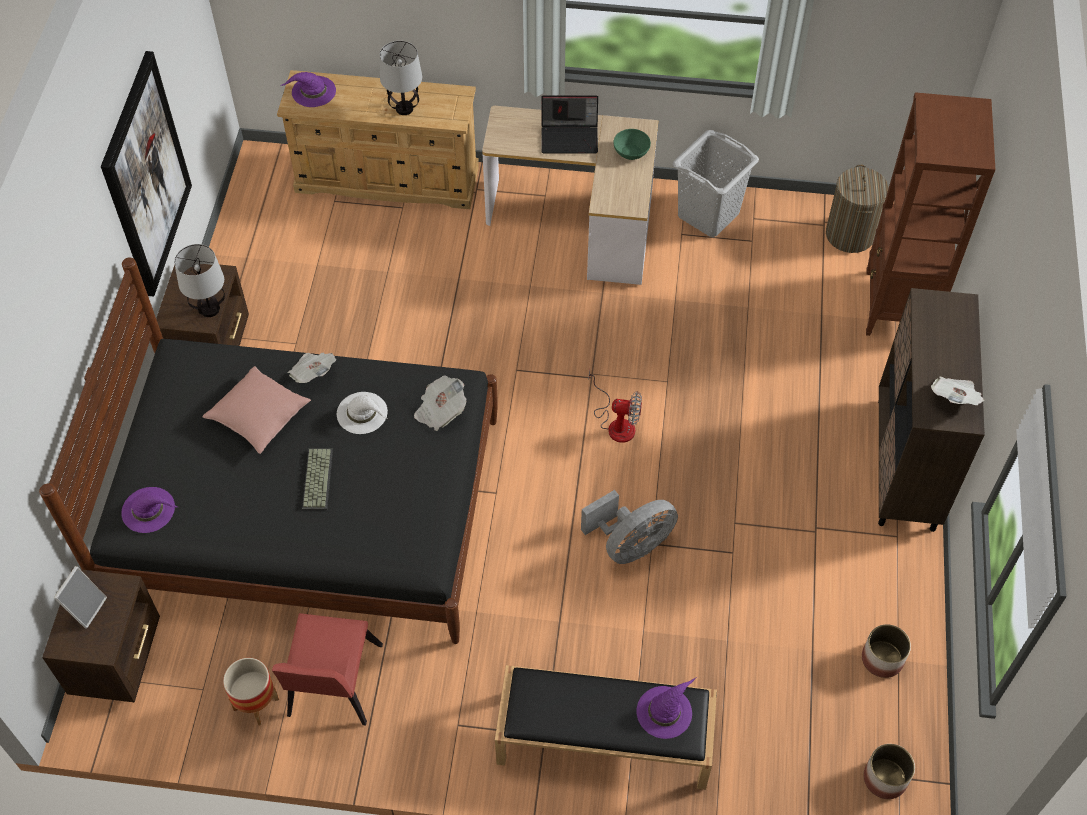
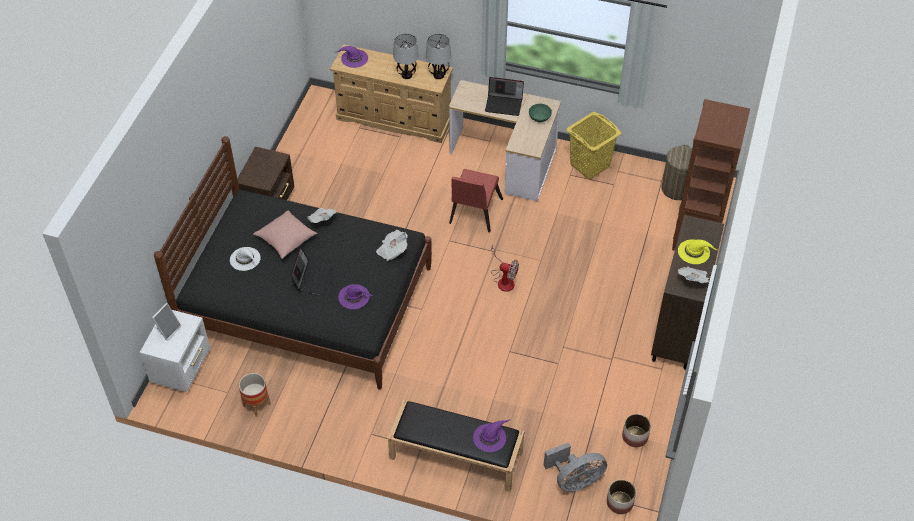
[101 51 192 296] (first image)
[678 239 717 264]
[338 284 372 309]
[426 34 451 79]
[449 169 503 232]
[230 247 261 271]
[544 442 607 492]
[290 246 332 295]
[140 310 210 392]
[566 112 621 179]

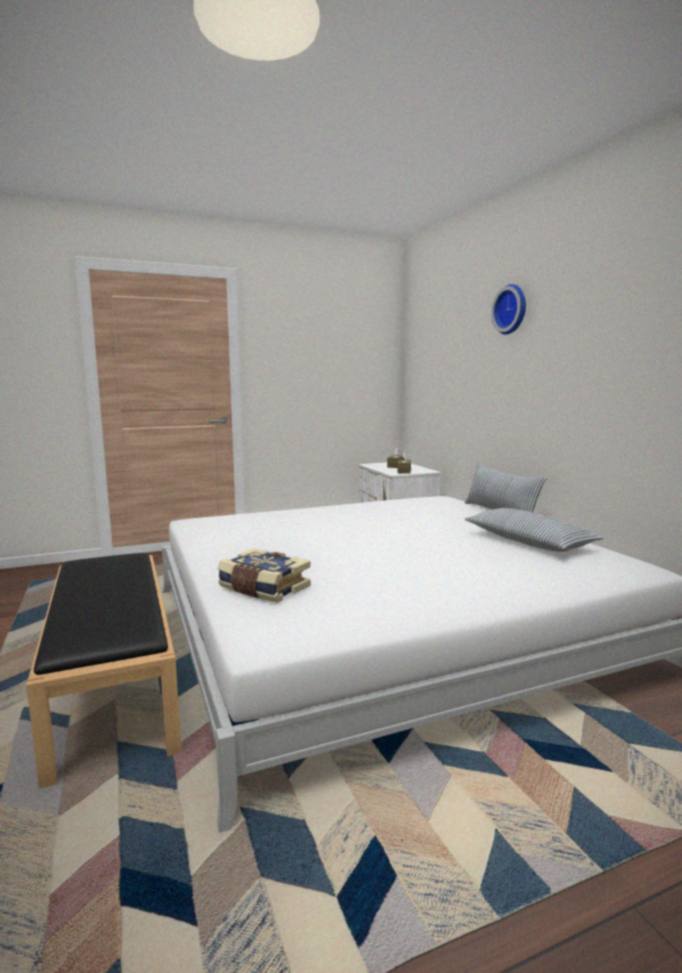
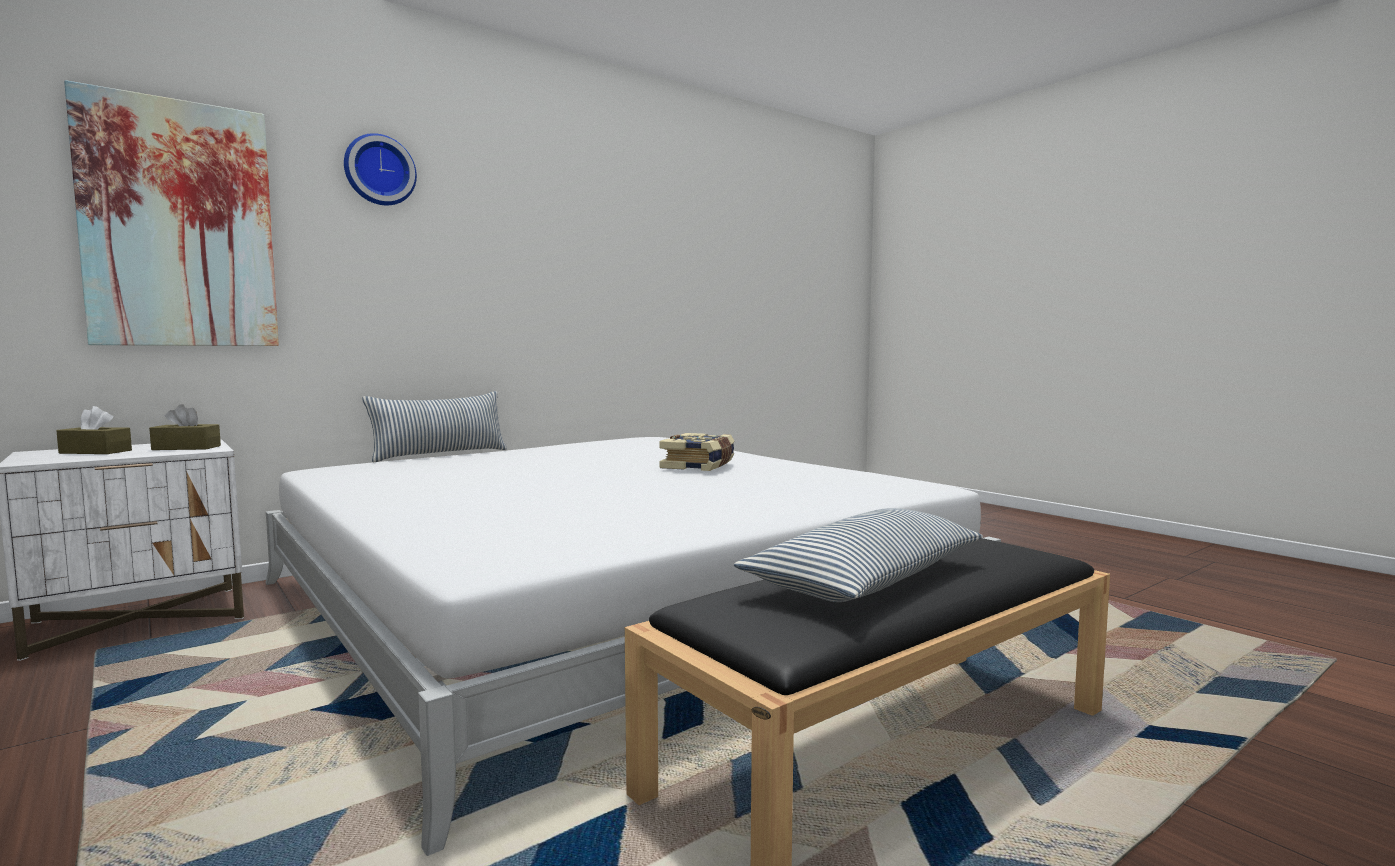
[64 80 279 346]
[659 433 734 471]
[734 508 983 602]

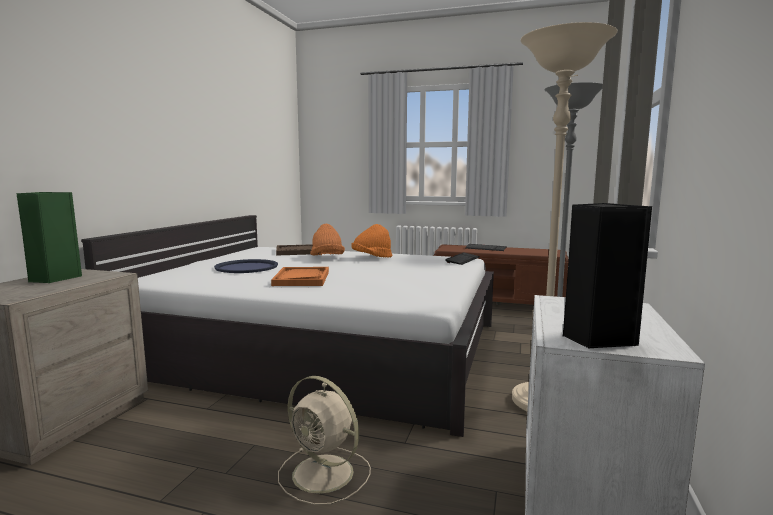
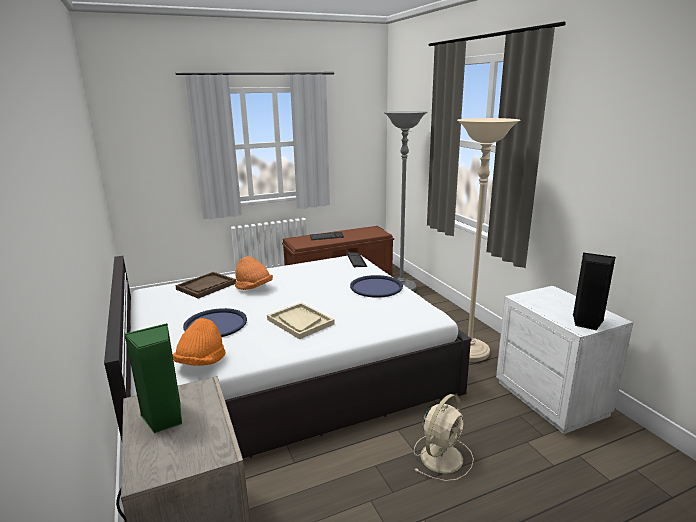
[350 275 403 298]
[172 318 226 366]
[267 303 335 339]
[414 394 474 481]

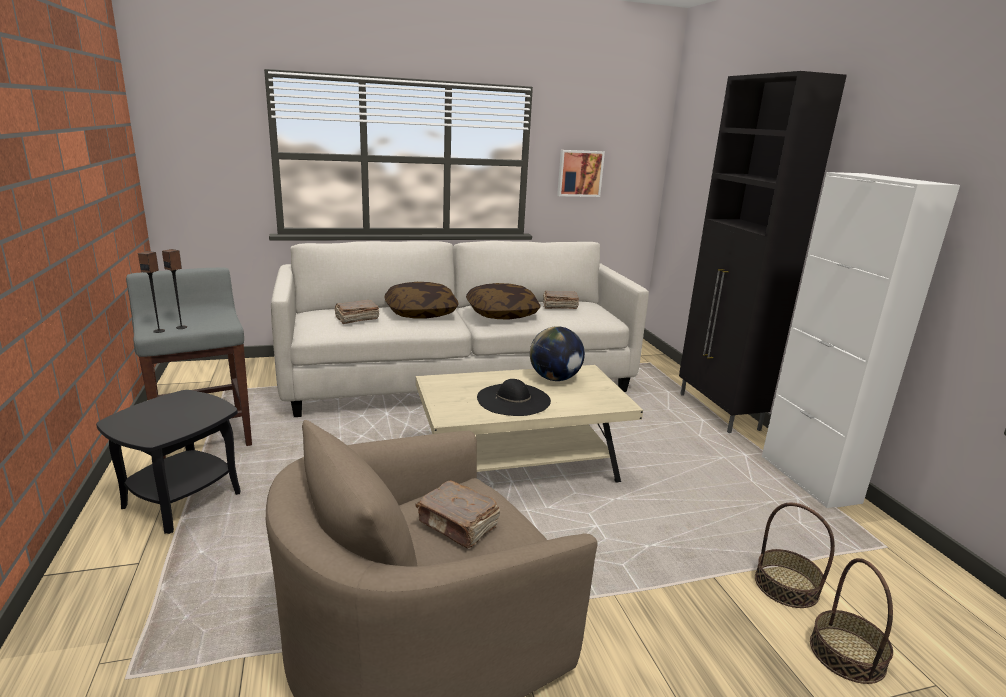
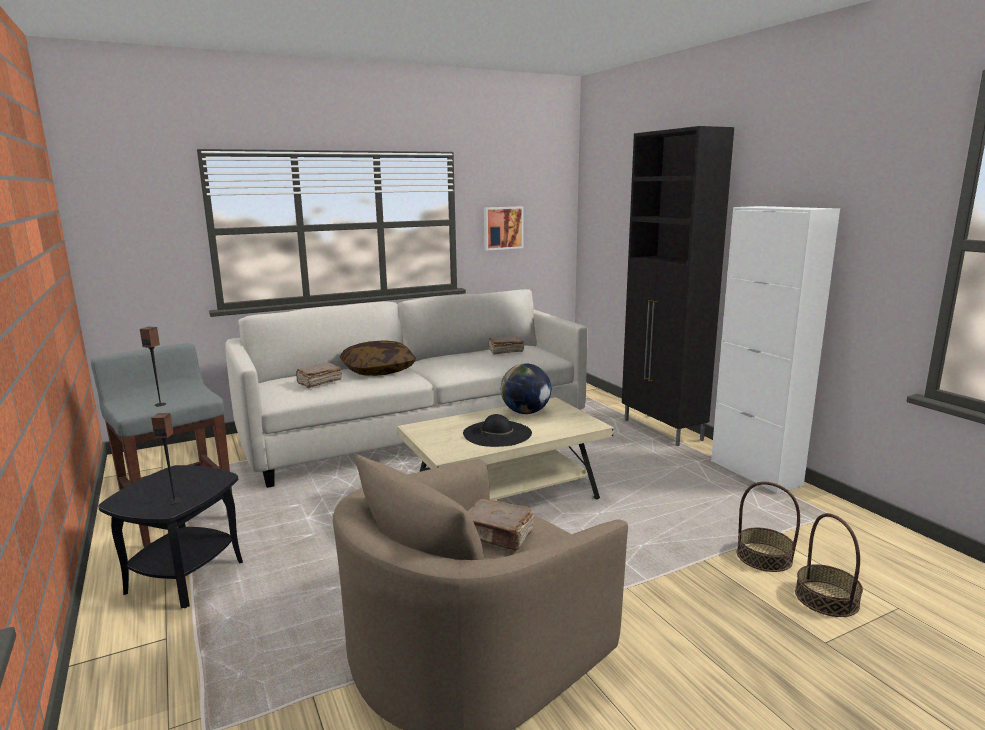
[466 283 540 319] (first image)
[151 413 181 504]

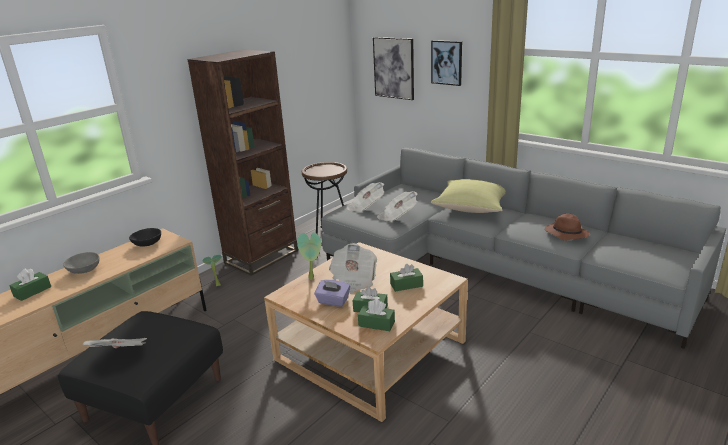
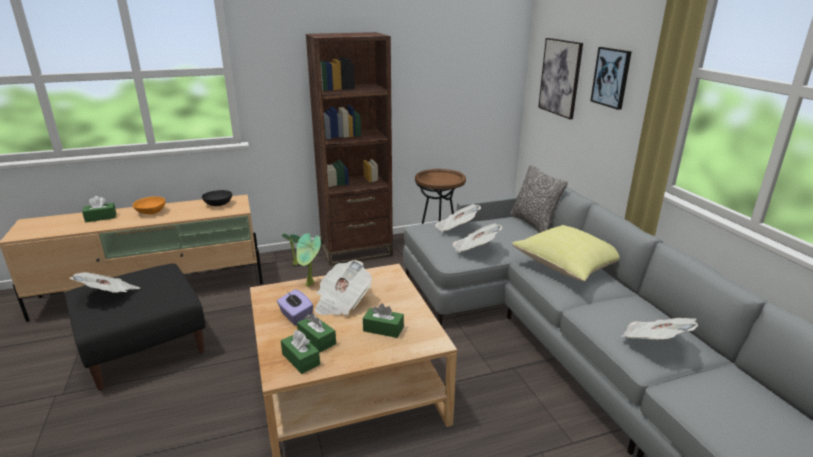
[510 164 568 233]
[621 318 698 339]
[132 196 165 214]

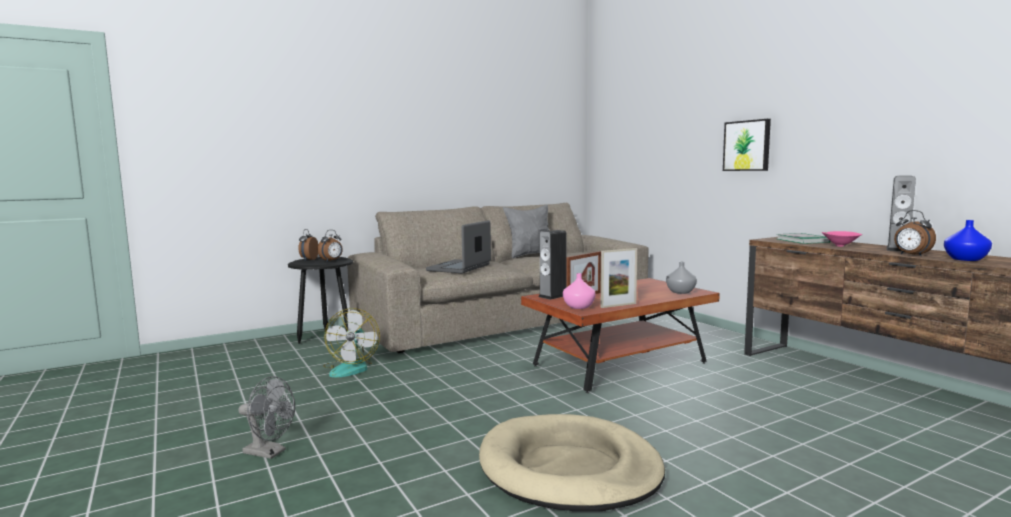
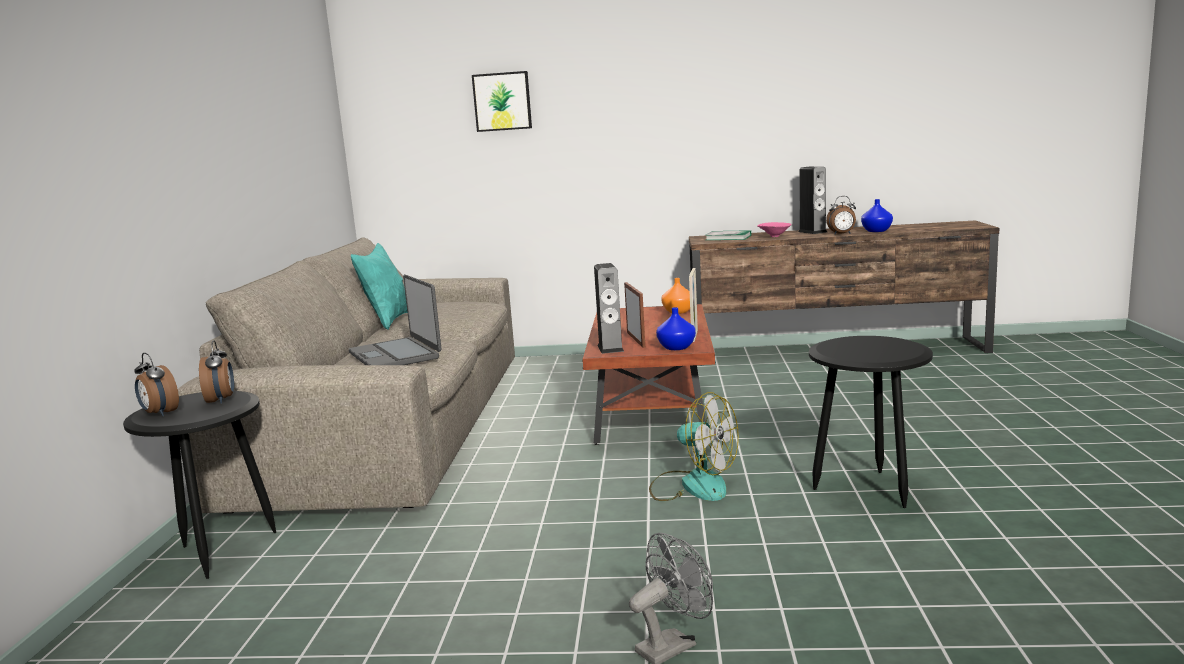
[649 392 739 501]
[472 71 532 132]
[809 336 933 508]
[351 243 408 330]
[656 307 696 350]
[661 278 690 314]

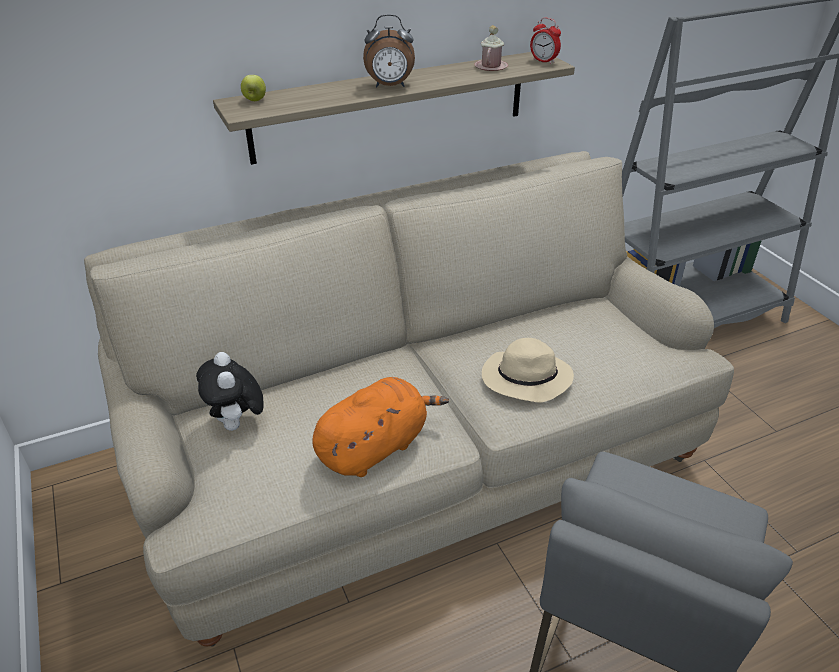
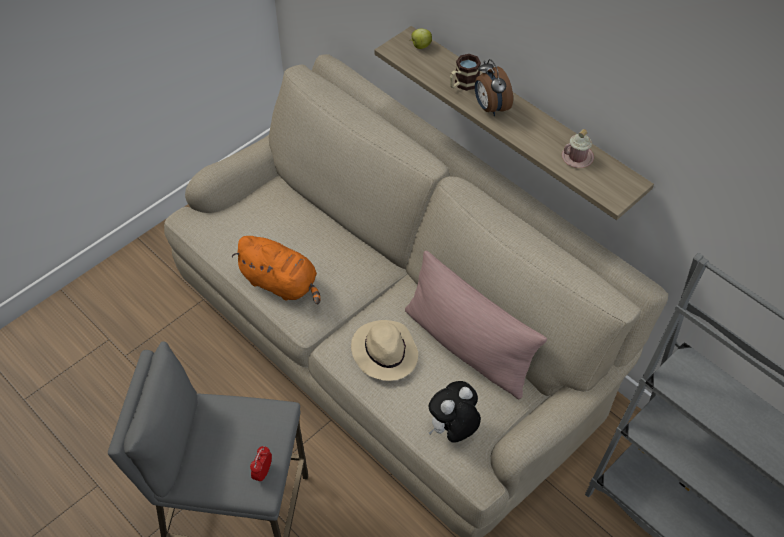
[405 251 547 399]
[450 54 481 91]
[429 381 481 443]
[250 446 272 482]

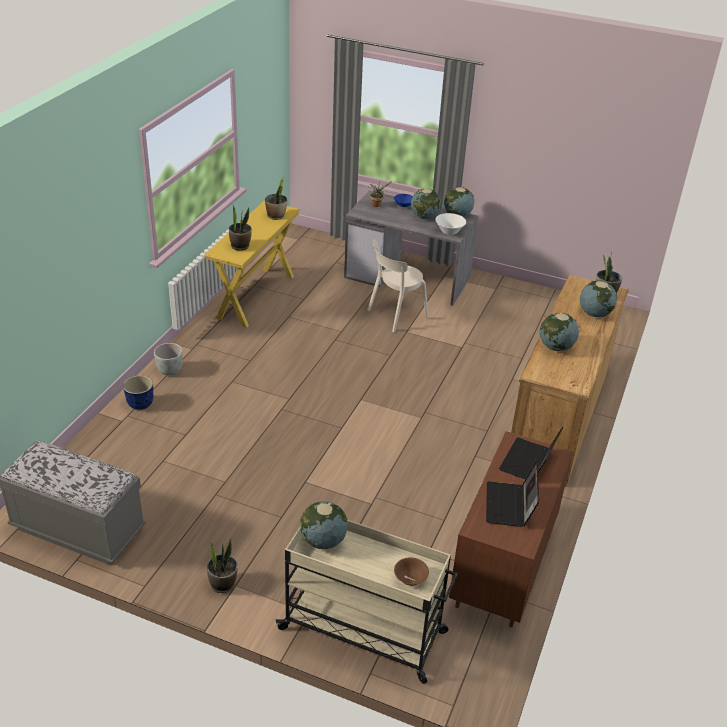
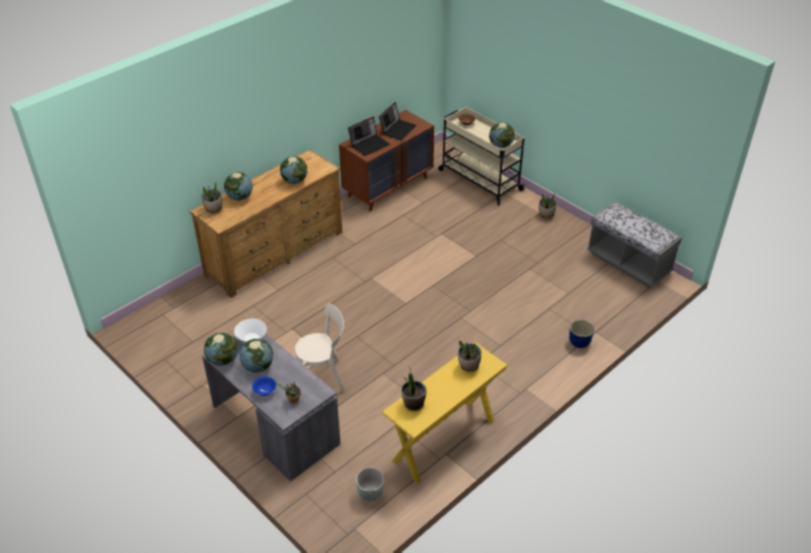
[356 467 384 501]

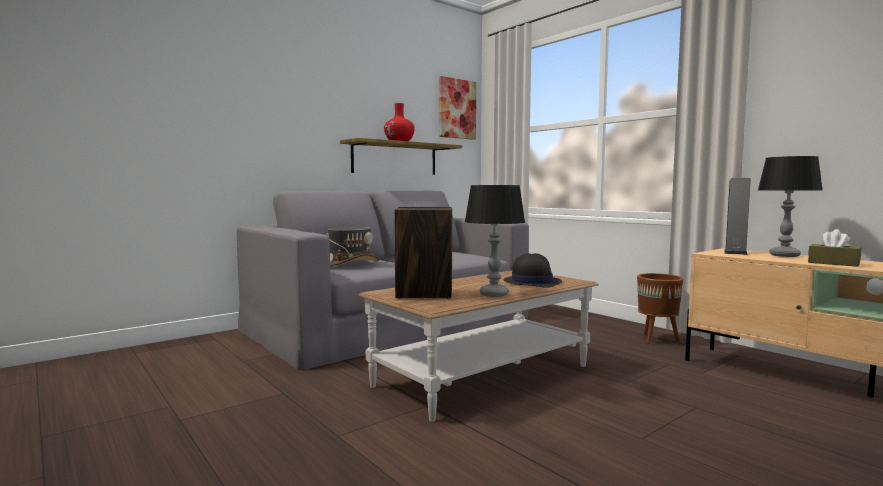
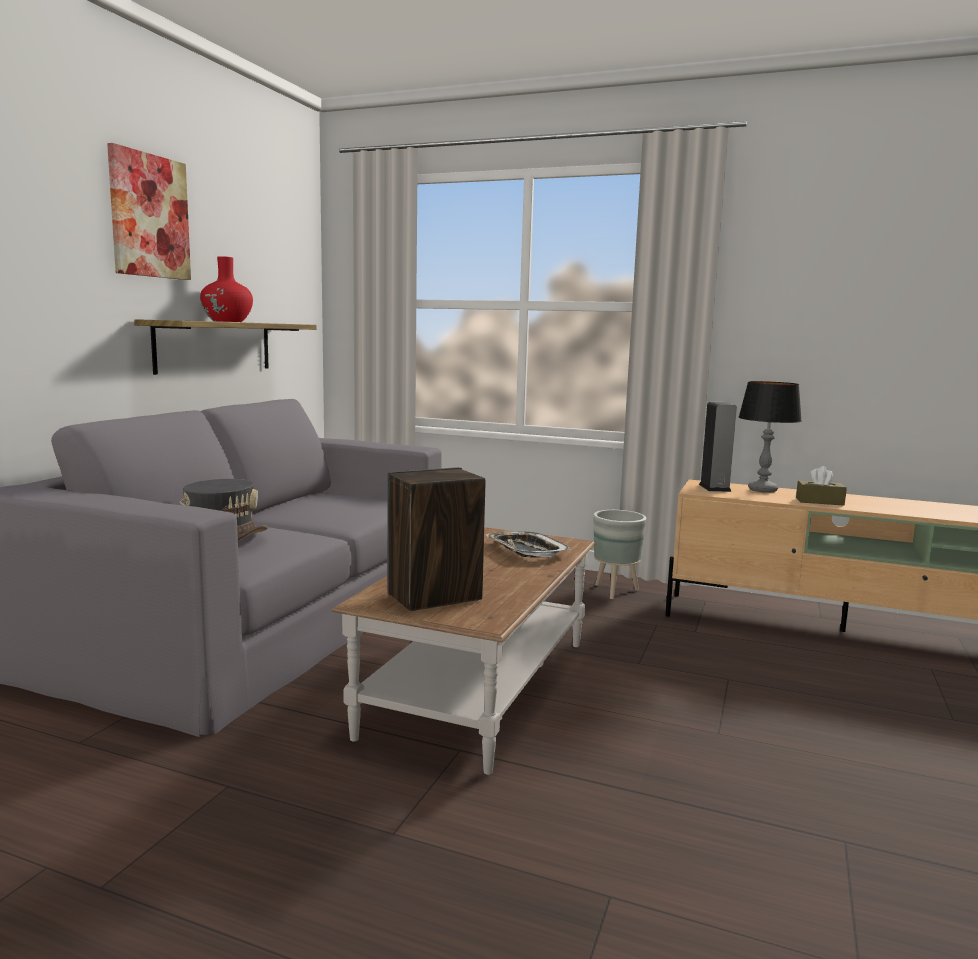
[465 185 525 297] (first image)
[107 143 191 280]
[486 531 571 558]
[593 510 647 599]

